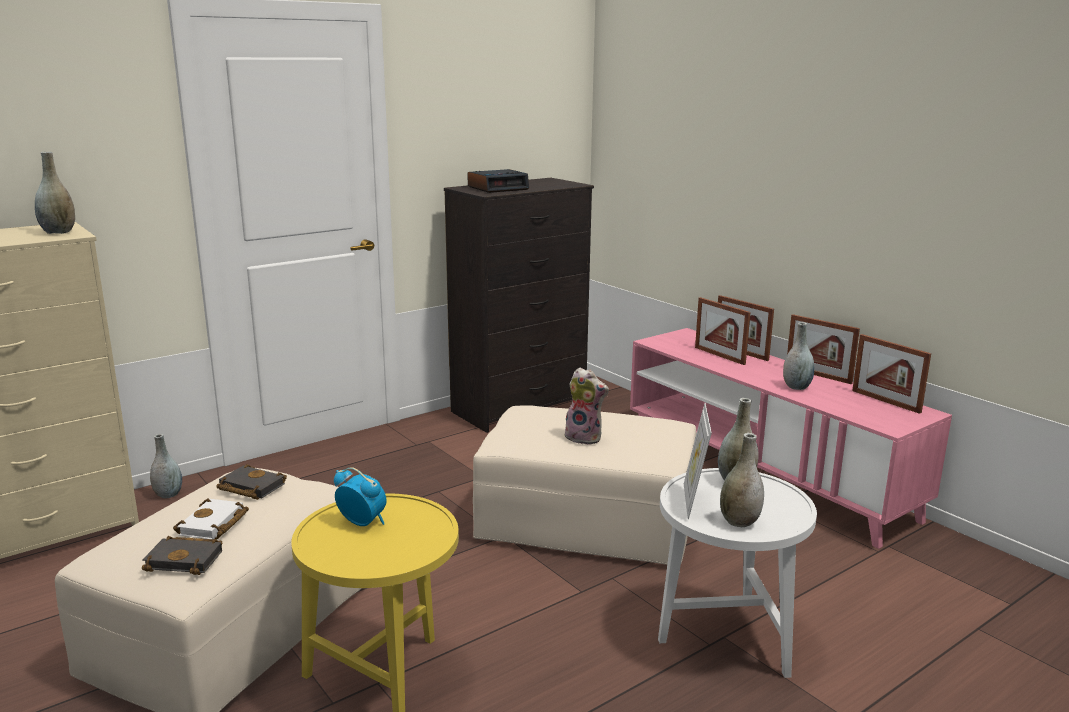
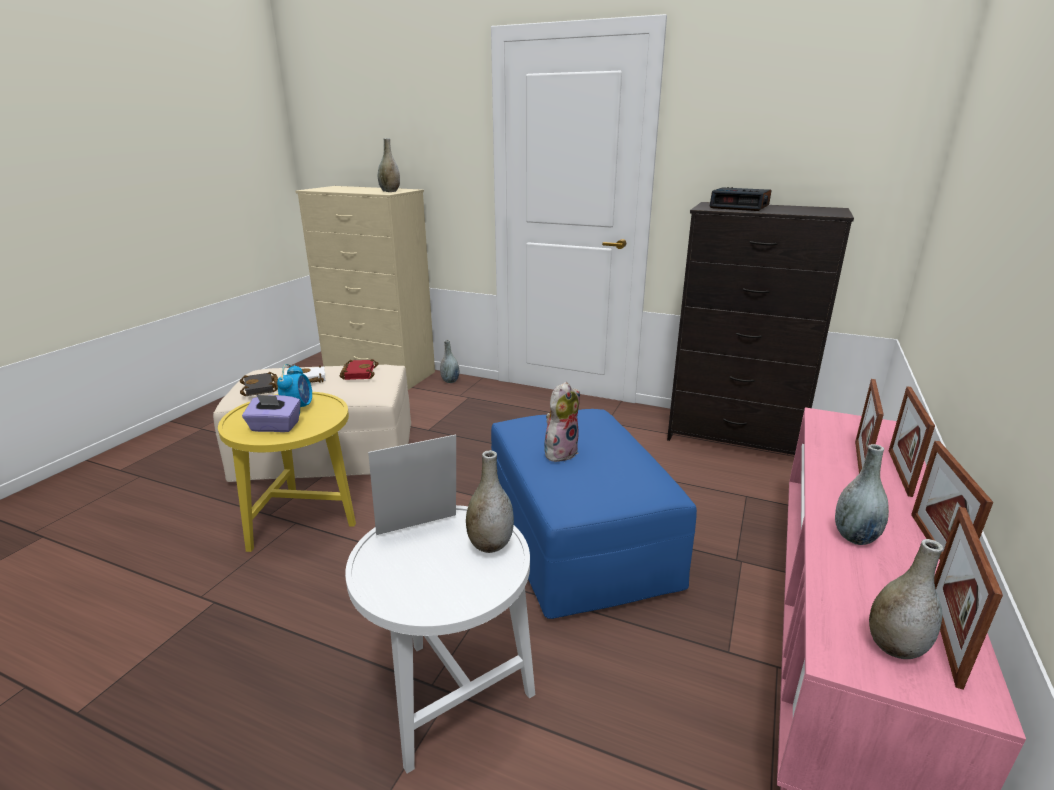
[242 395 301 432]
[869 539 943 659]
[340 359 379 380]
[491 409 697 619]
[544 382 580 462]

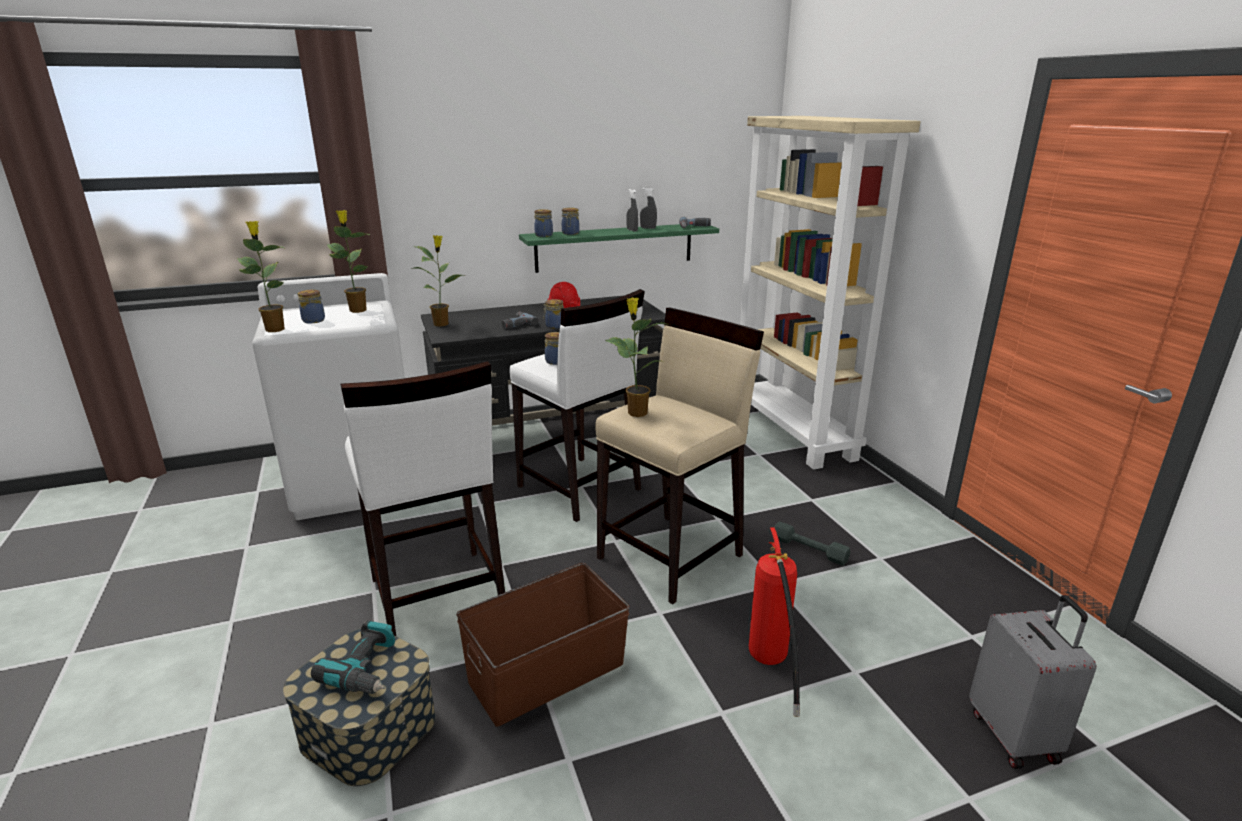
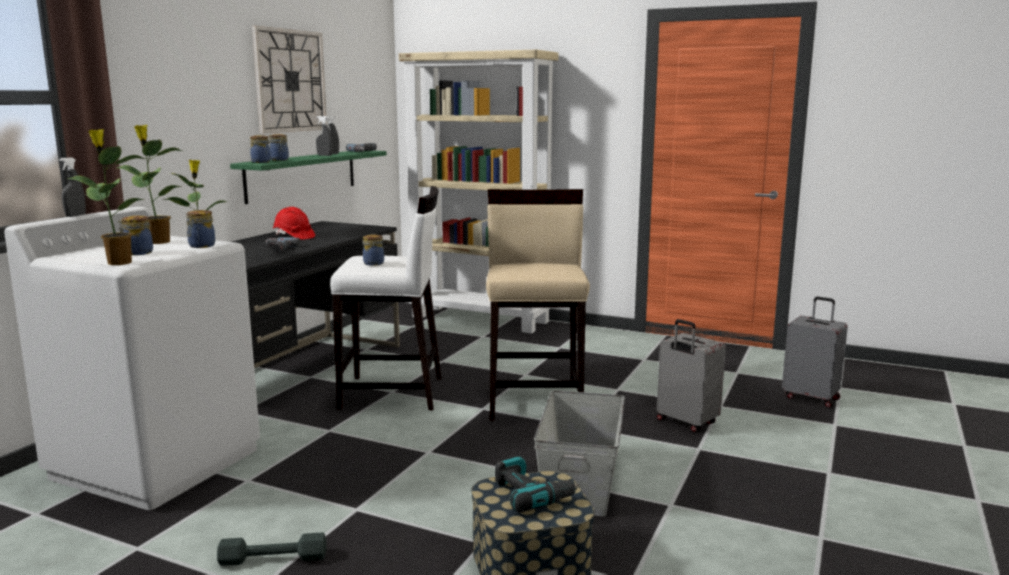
[340 361 505 636] (first image)
[605 297 670 417] (first image)
[60 157 86 217]
[252 26 327 133]
[186 210 215 248]
[217 532 327 566]
[657 319 726 432]
[534 390 625 517]

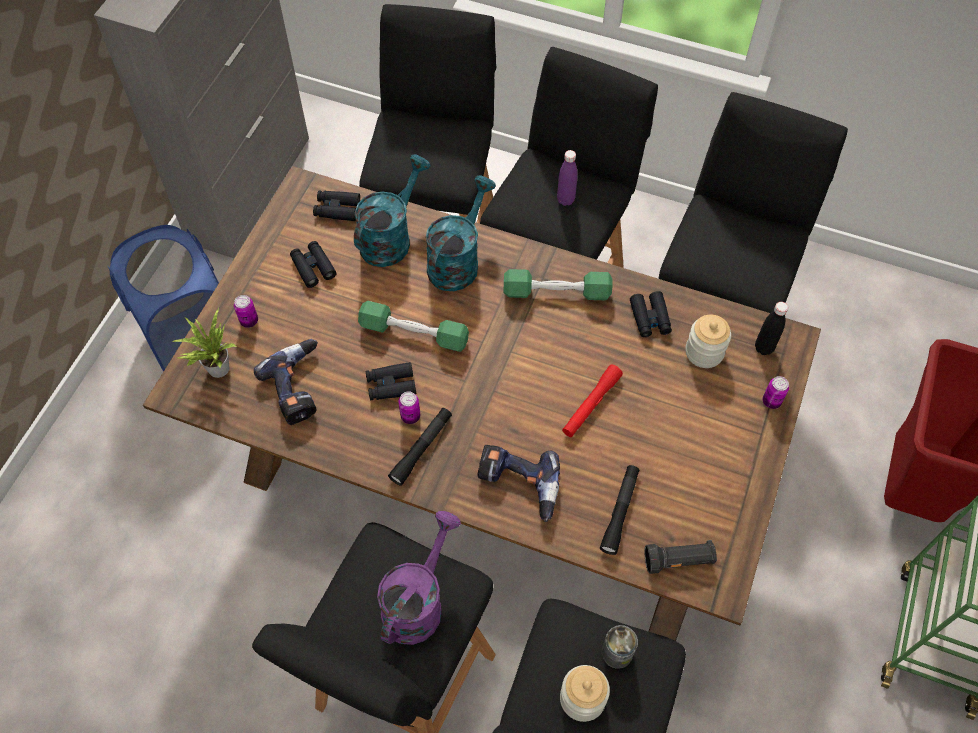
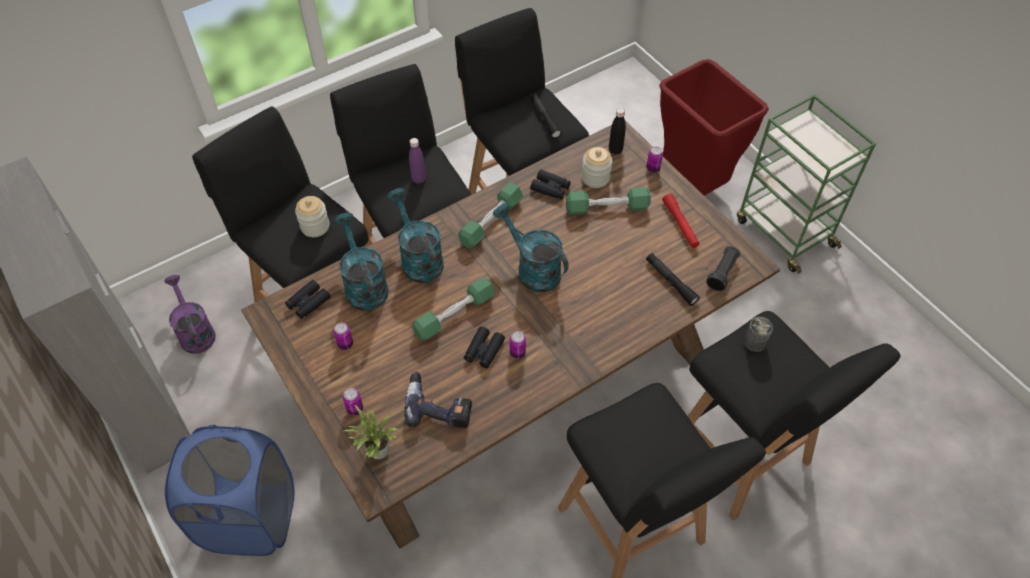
[478 445 560 522] (first image)
[493 203 569 292]
[566 187 651 215]
[164 275 216 354]
[530 94 562 139]
[295 196 329 237]
[662 193 699 248]
[333 323 353 350]

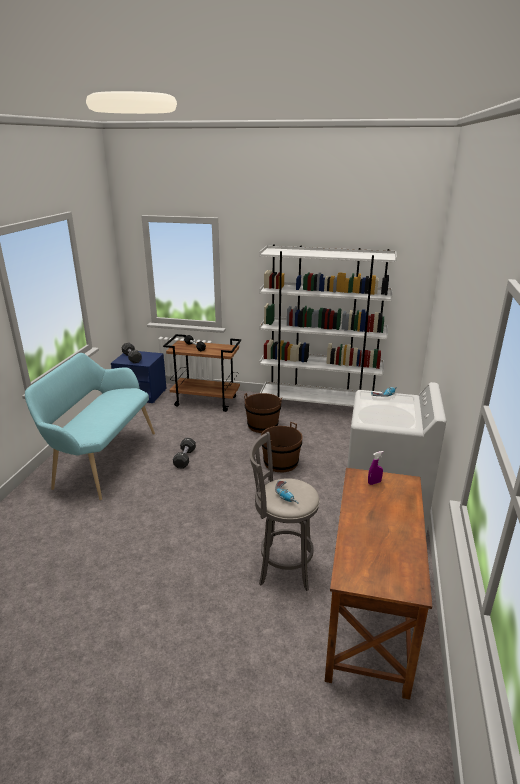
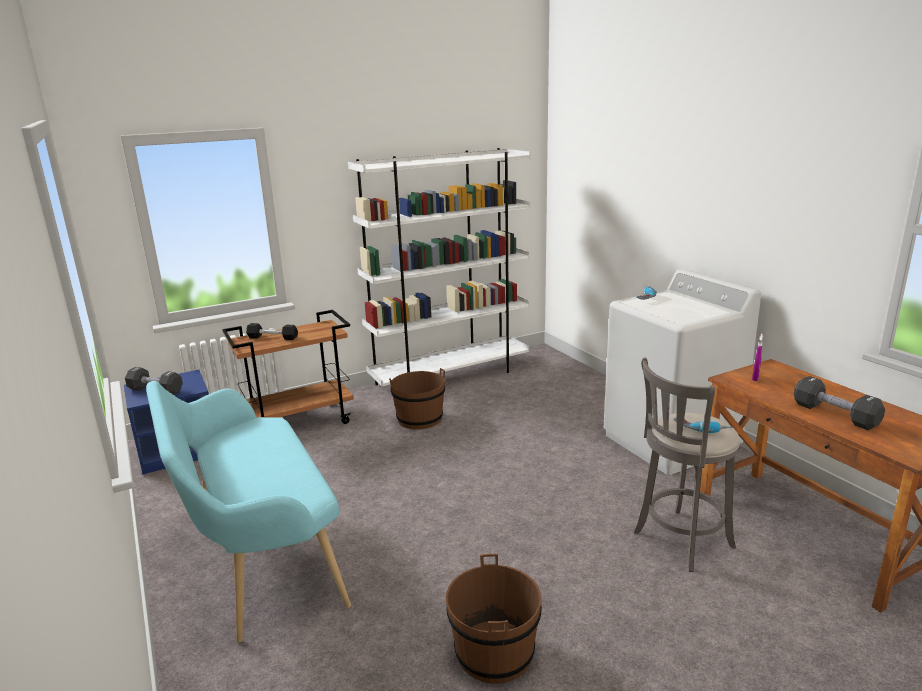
[794 376 885 430]
[446 554 542 684]

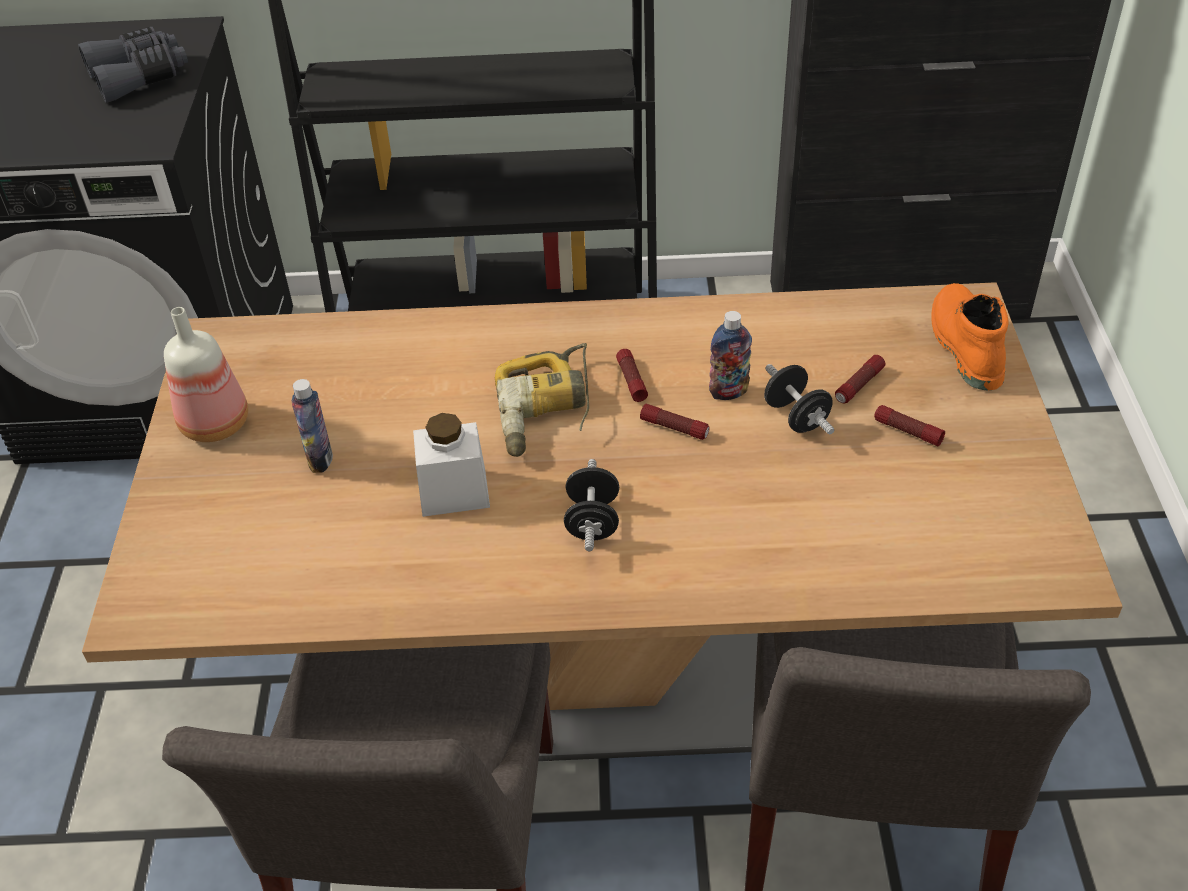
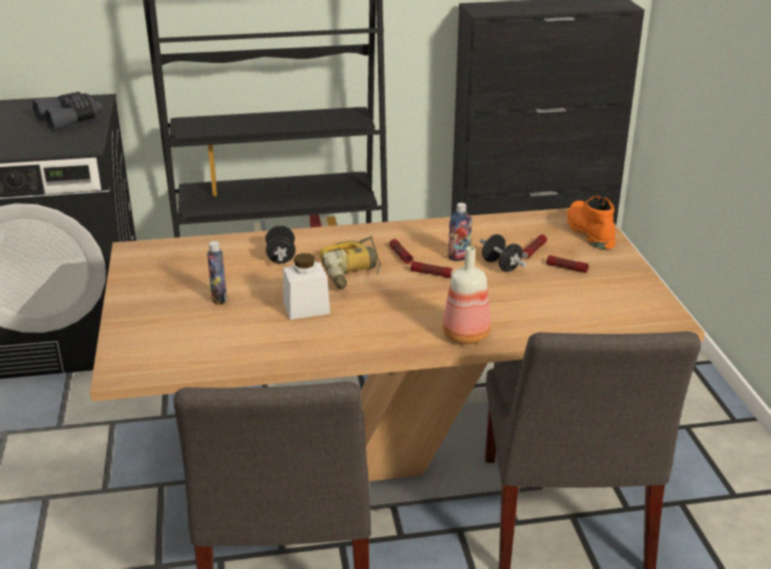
[442 246 491 344]
[266 225 296 264]

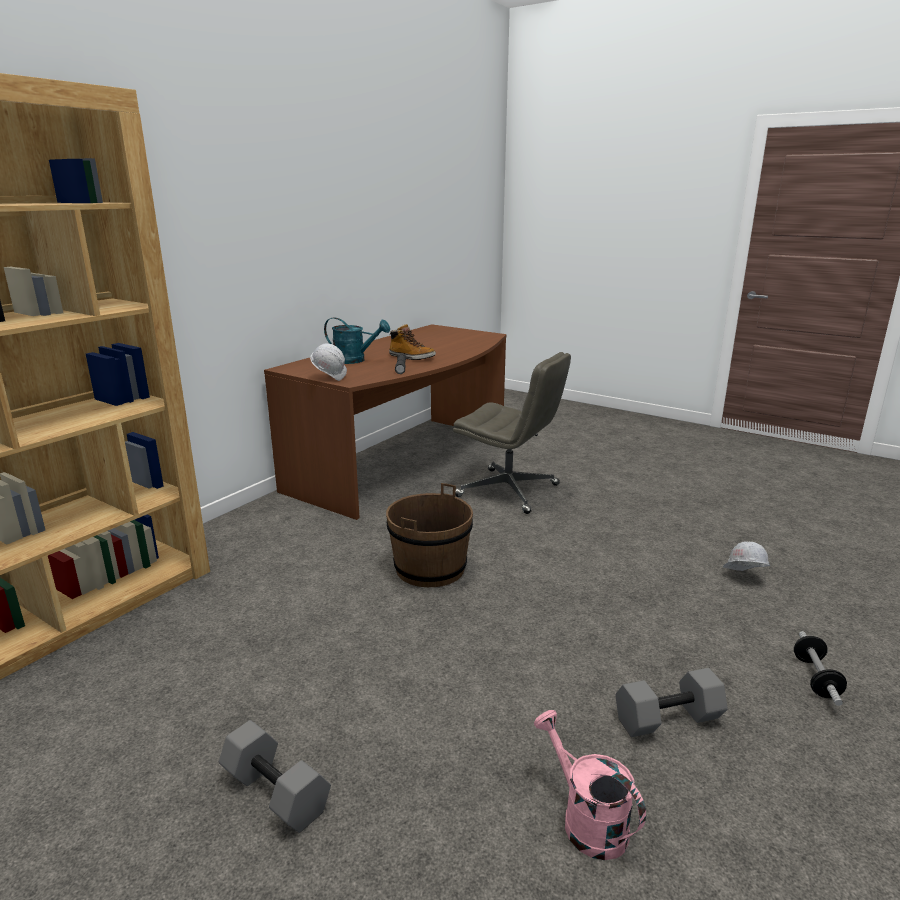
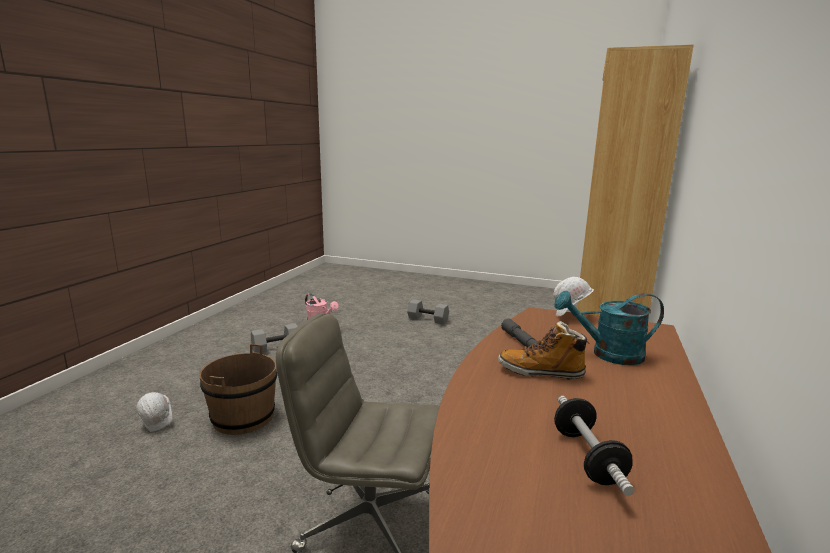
[199 344 277 435]
[554 396 635 496]

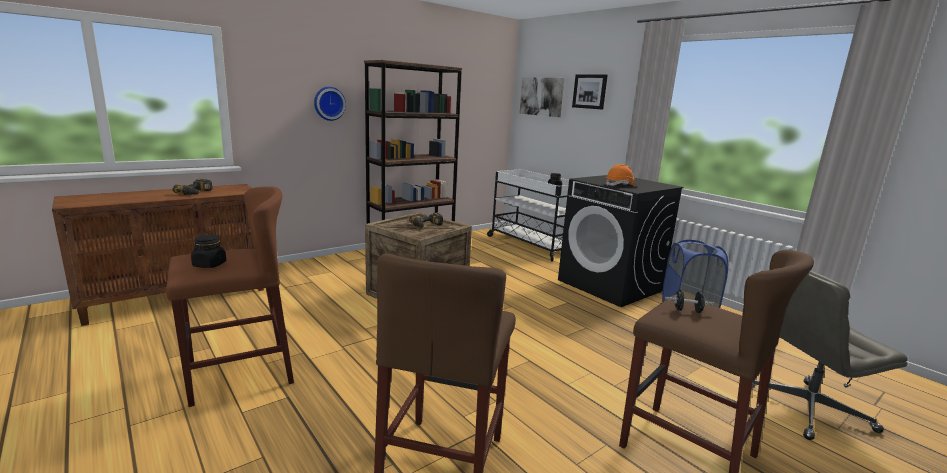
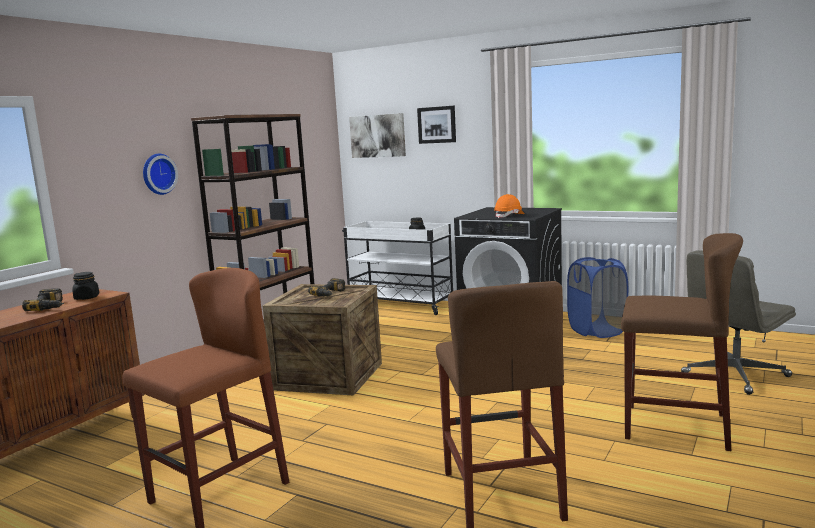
[665 289 715 313] (first image)
[72 272 99 300]

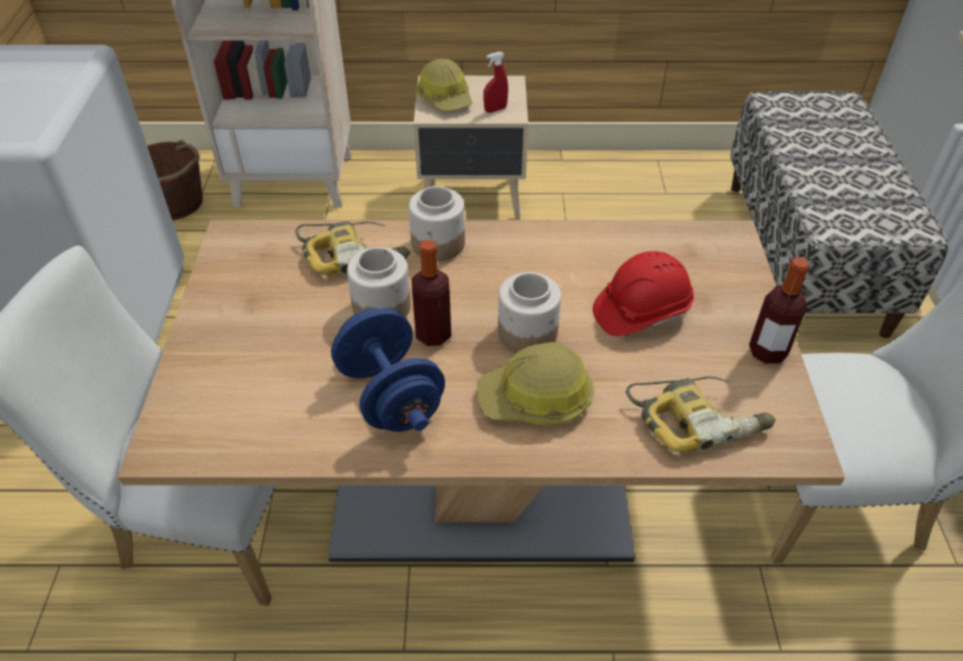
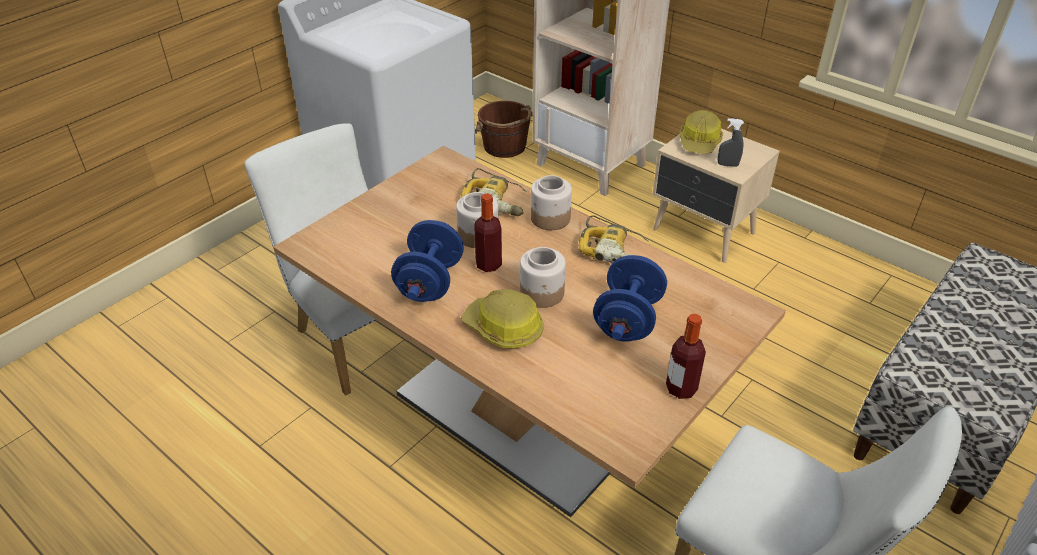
[579 215 649 264]
[593 255 667 342]
[718 118 744 167]

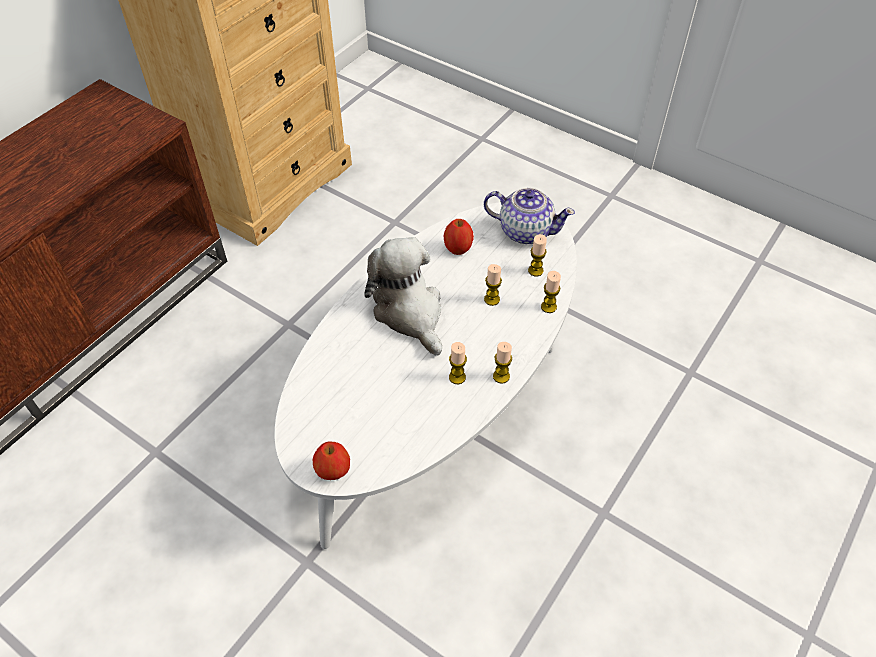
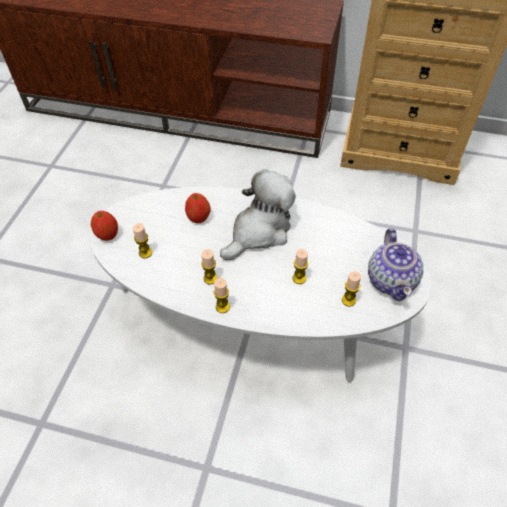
[185 193 211 224]
[133 223 152 258]

